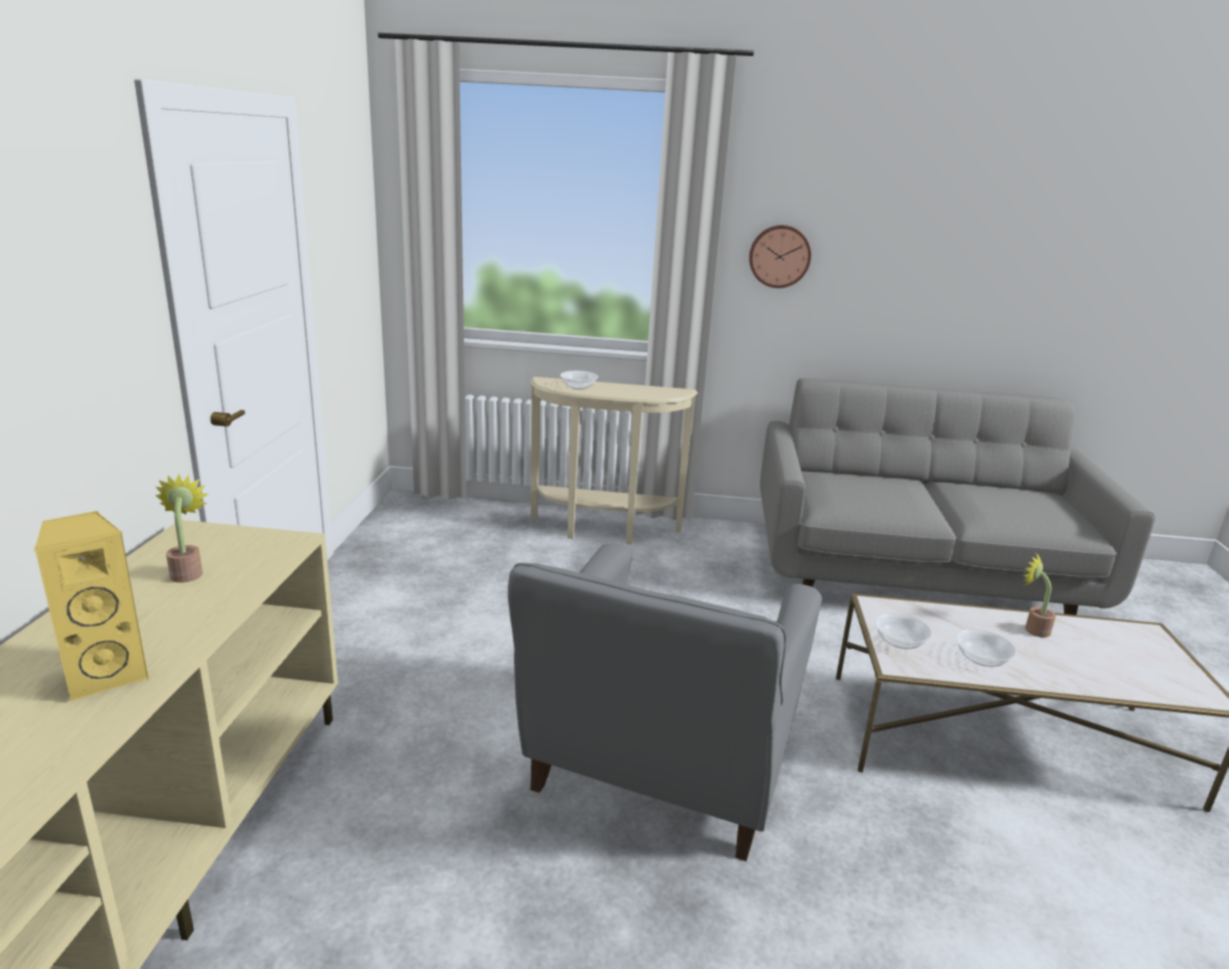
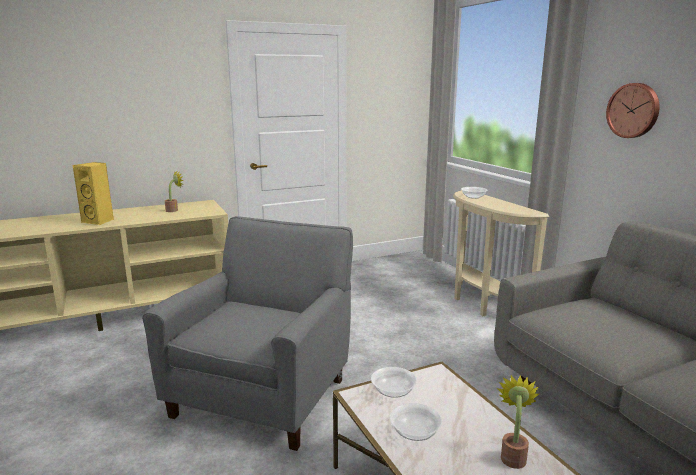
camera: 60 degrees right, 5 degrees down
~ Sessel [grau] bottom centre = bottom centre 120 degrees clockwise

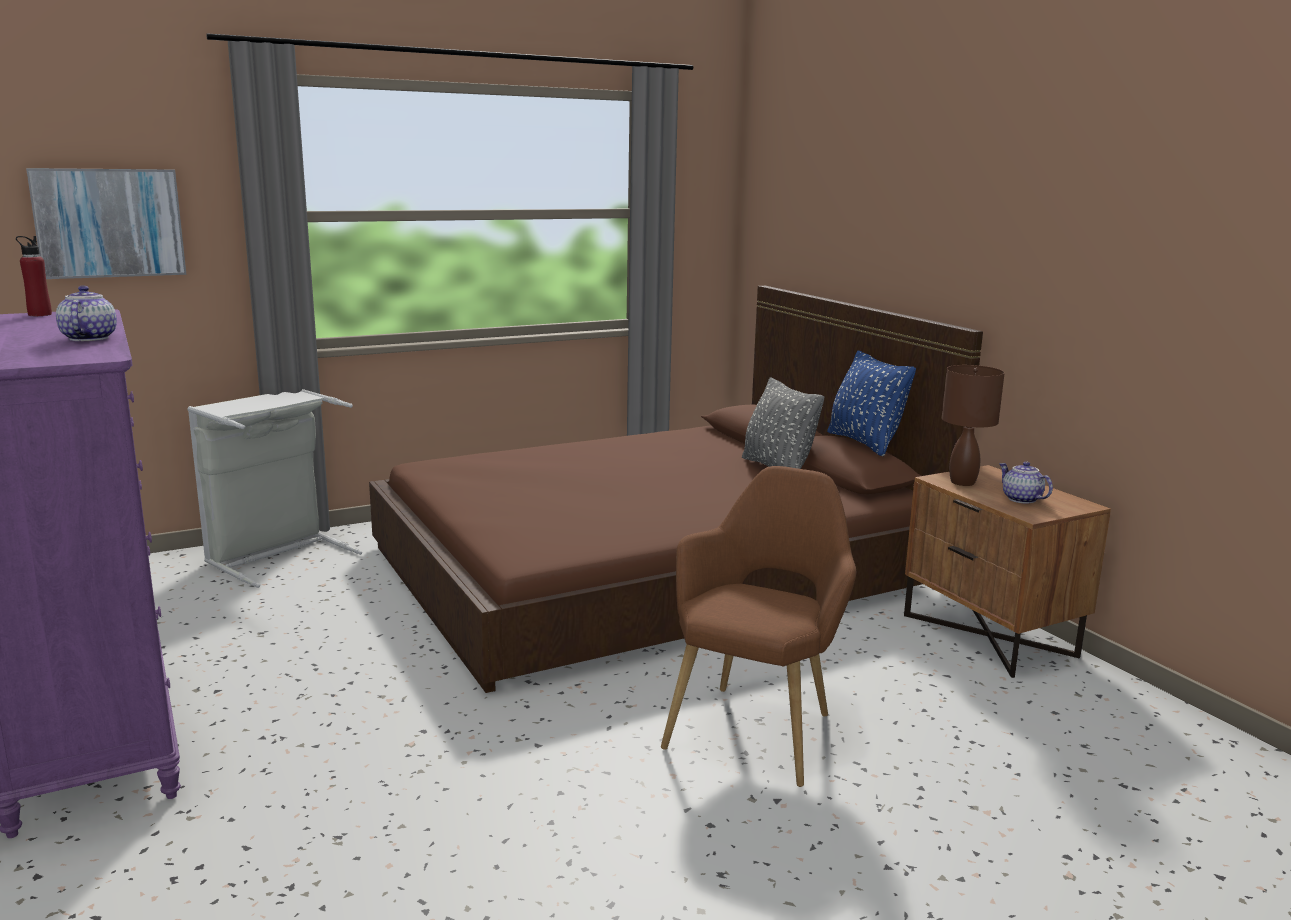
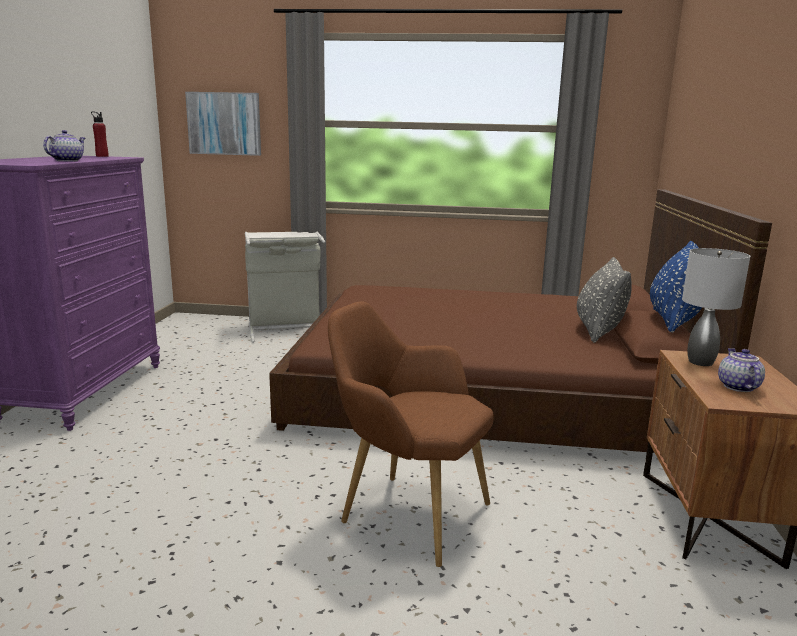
camera: 35 degrees right, 0 degrees up
~ Tischlampe [braun] middle right to Tischlampe [grau] middle right
~ Sessel [braun] bottom centre = bottom centre 120 degrees counterclockwise

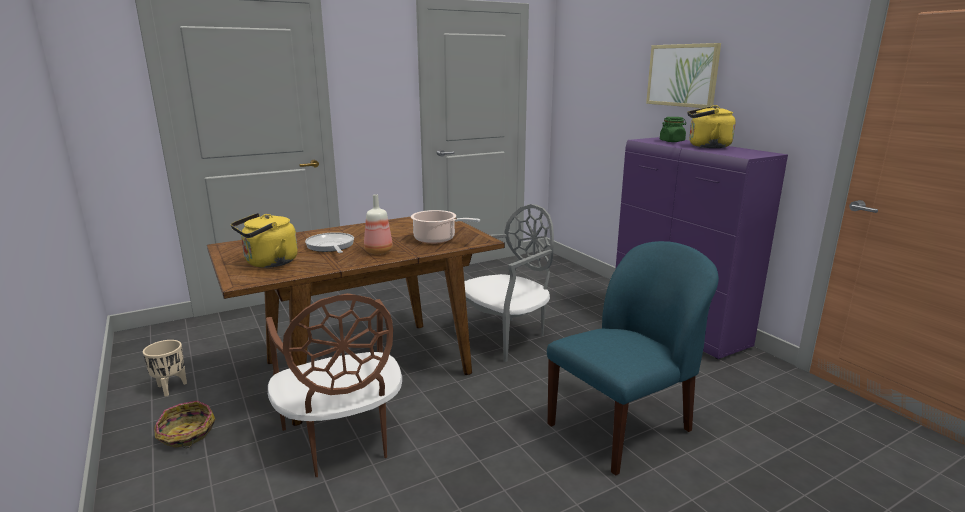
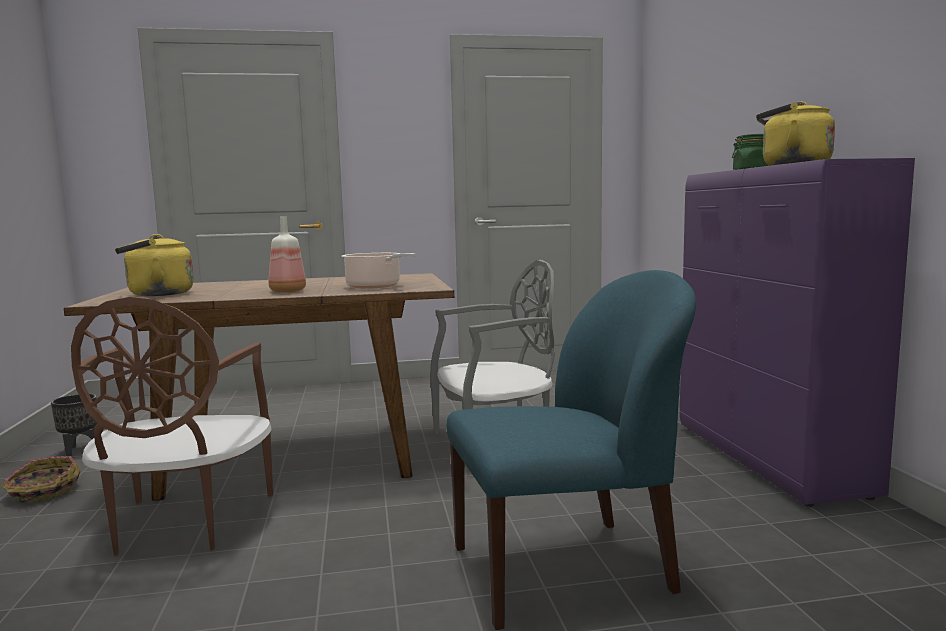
camera: 20 degrees right, 10 degrees down
- Bild top right
- Pfanne centre
~ Pflanzkübel [beige] bottom left to Pflanzkübel [schwarz] bottom left

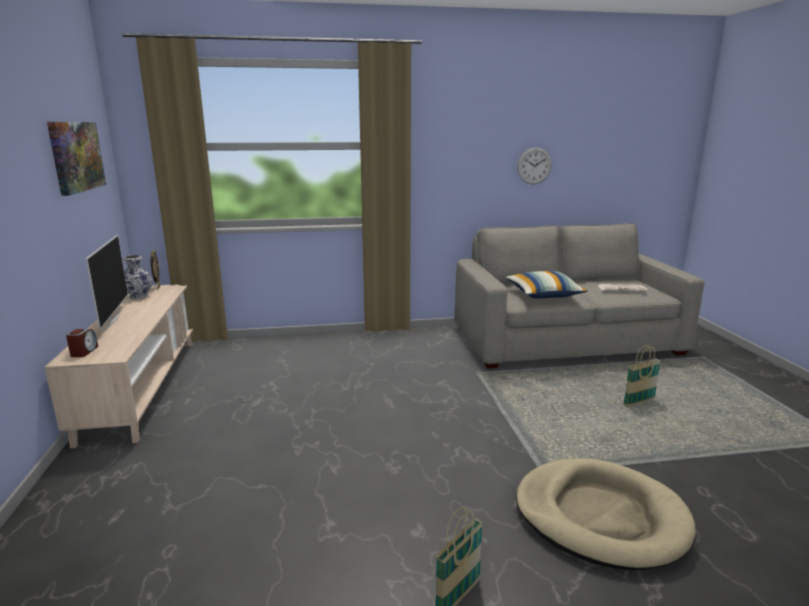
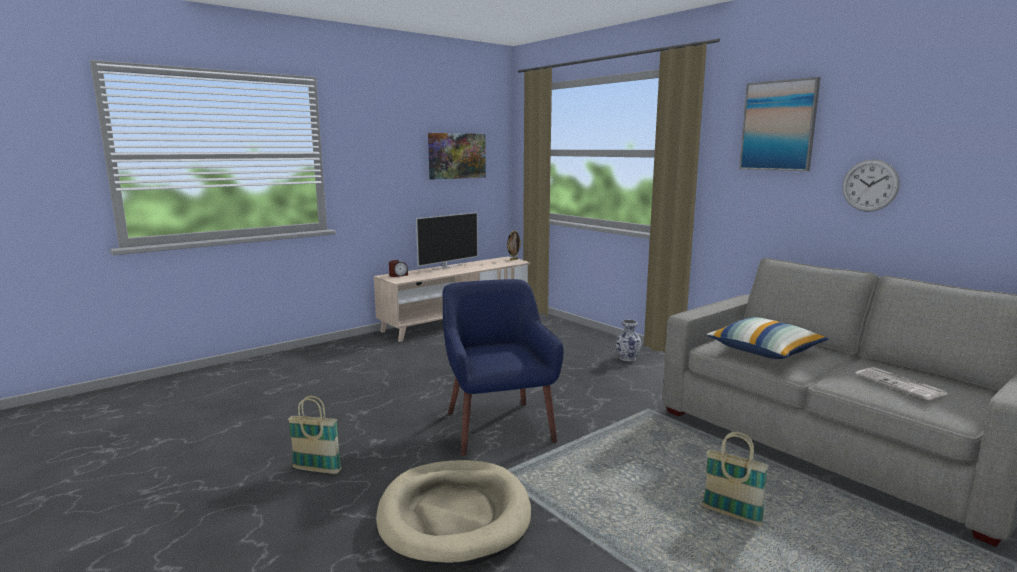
camera: 60 degrees right, 5 degrees down
~ Vase middle left to centre
+ Bild (no. 2 from left) top right
+ Sessel [blau] centre

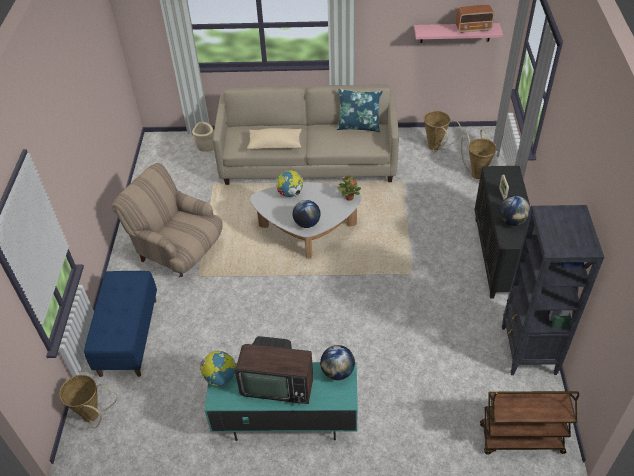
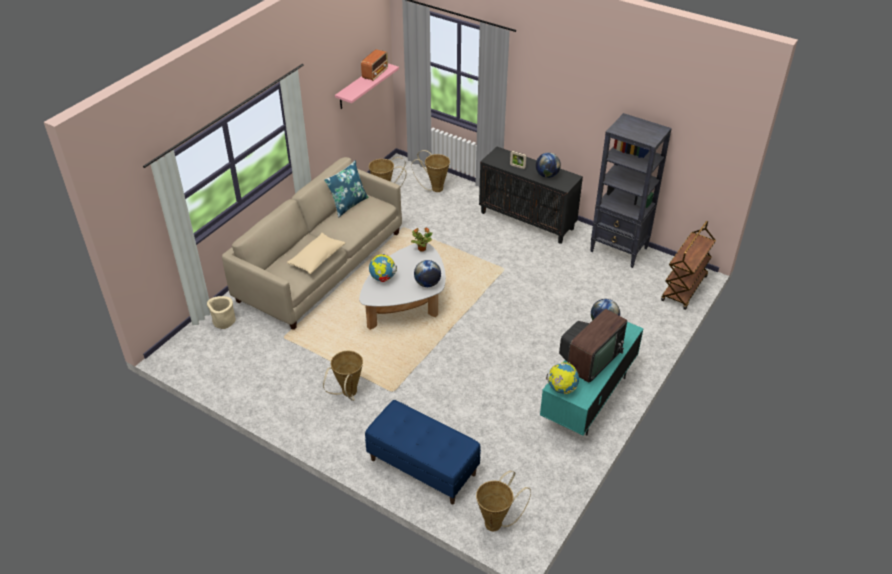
camera: 60 degrees left, 5 degrees down
~ Sessel [beige] middle left to Korb (no. 1 from left) centre

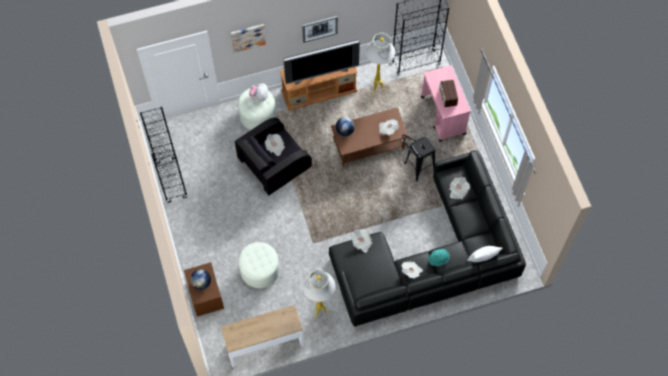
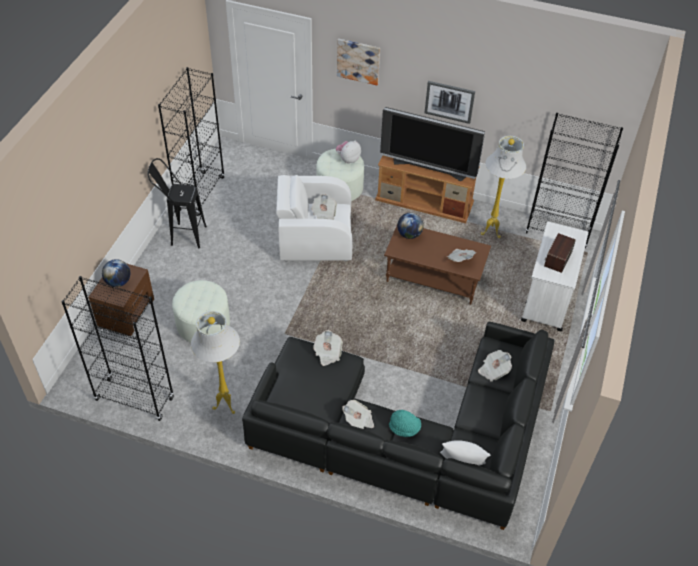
camera: 35 degrees right, 15 degrees down
~ Rollwagen [rosa] top right to Rollwagen [weiß] middle right
~ Sessel [schwarz] centre to Sessel [weiß] centre
~ Hocker [schwarz] centre to middle left
~ Konsolentisch bottom centre to Bücherregal [schwarz] (no. 1 from left) middle left

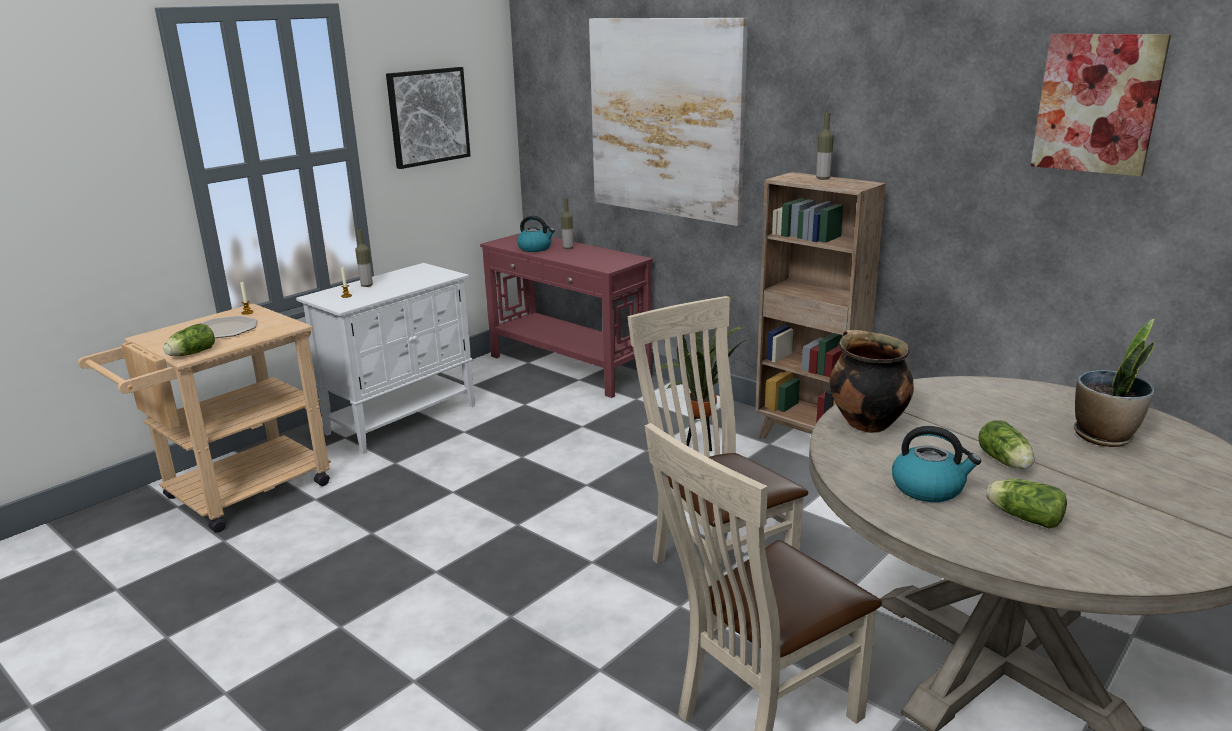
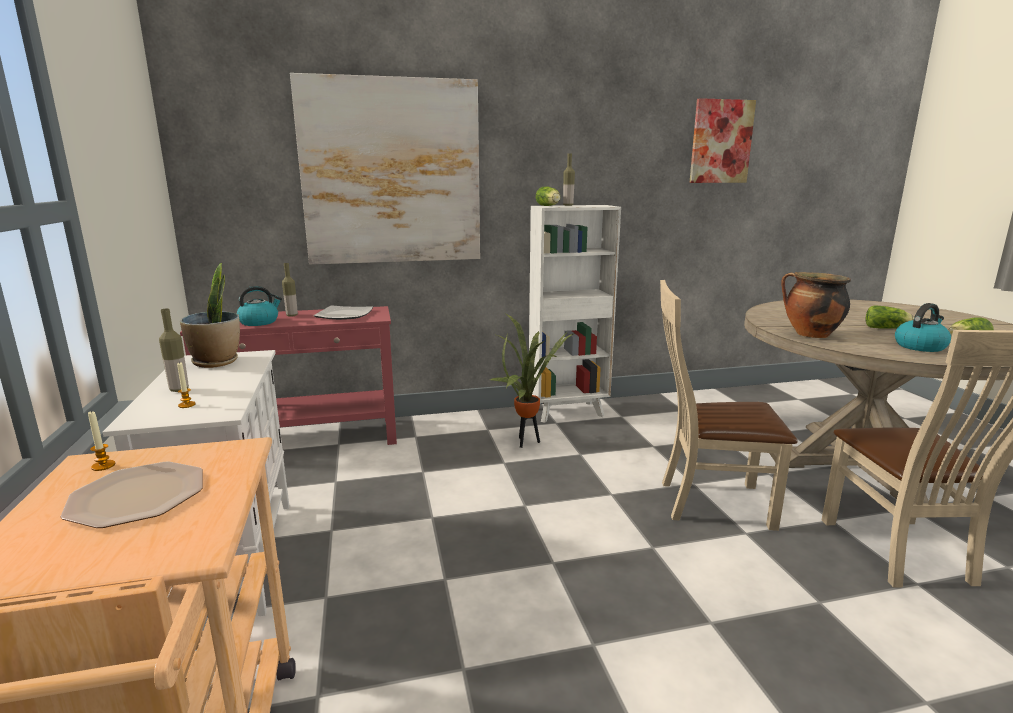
camera: 55 degrees left, 5 degrees down
- Bild (no. 1 from left) top centre
~ Bücherregal [braun] centre to Bücherregal [weiß] centre
~ Topfpflanze (no. 2 from left in the first image) middle right to Topfpflanze (no. 1 from left) middle left
~ Salatkopf (no. 1 from left) middle left to top centre
+ Teller (no. 2 from left) centre

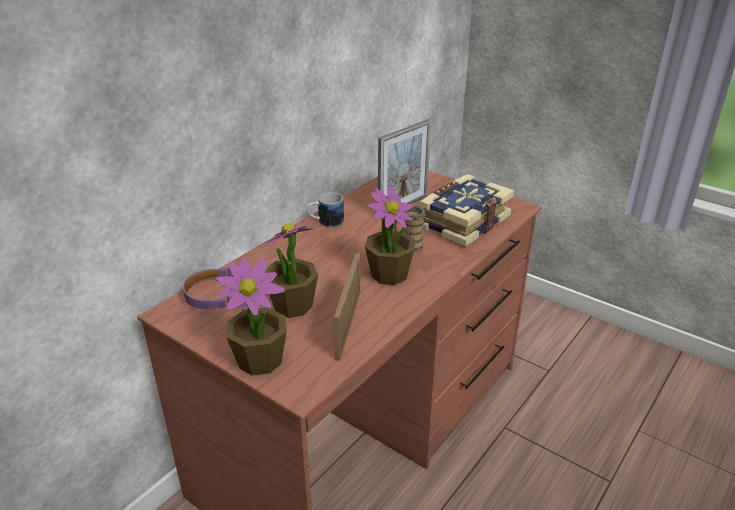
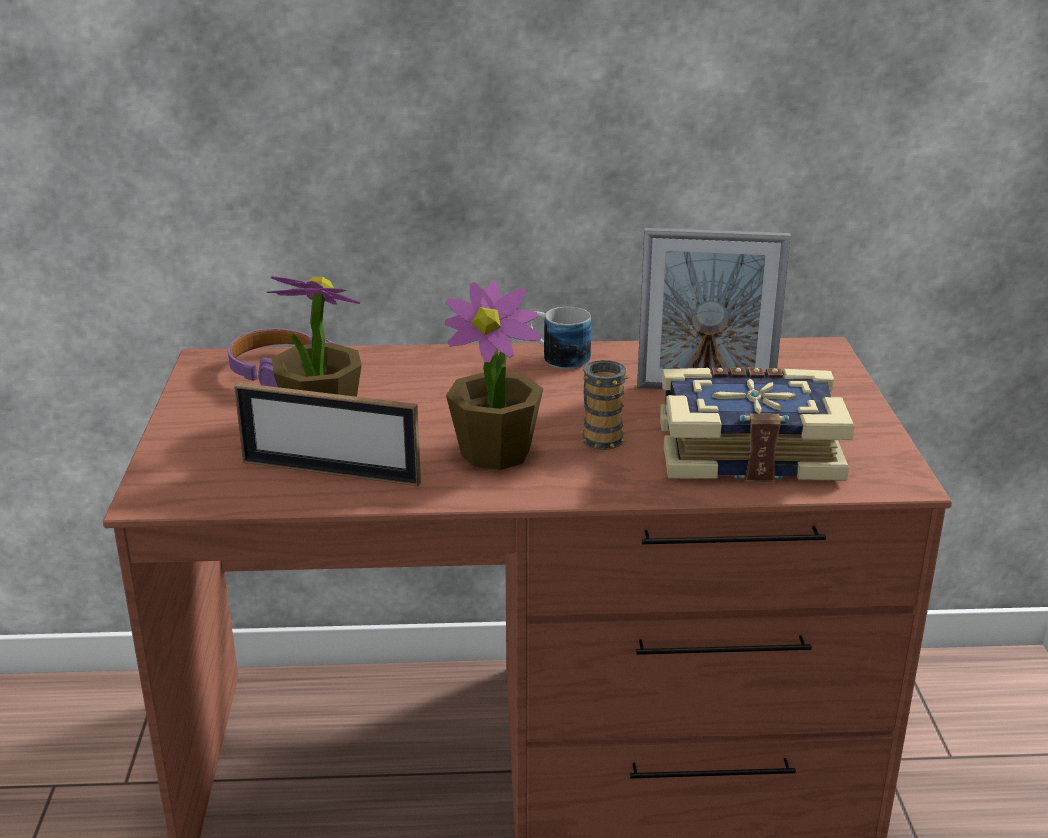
camera: 50 degrees right, 5 degrees down
~ Bilderrahmen (no. 1 from left) centre = middle left 135 degrees counterclockwise
- Topfpflanze (no. 1 from left) centre

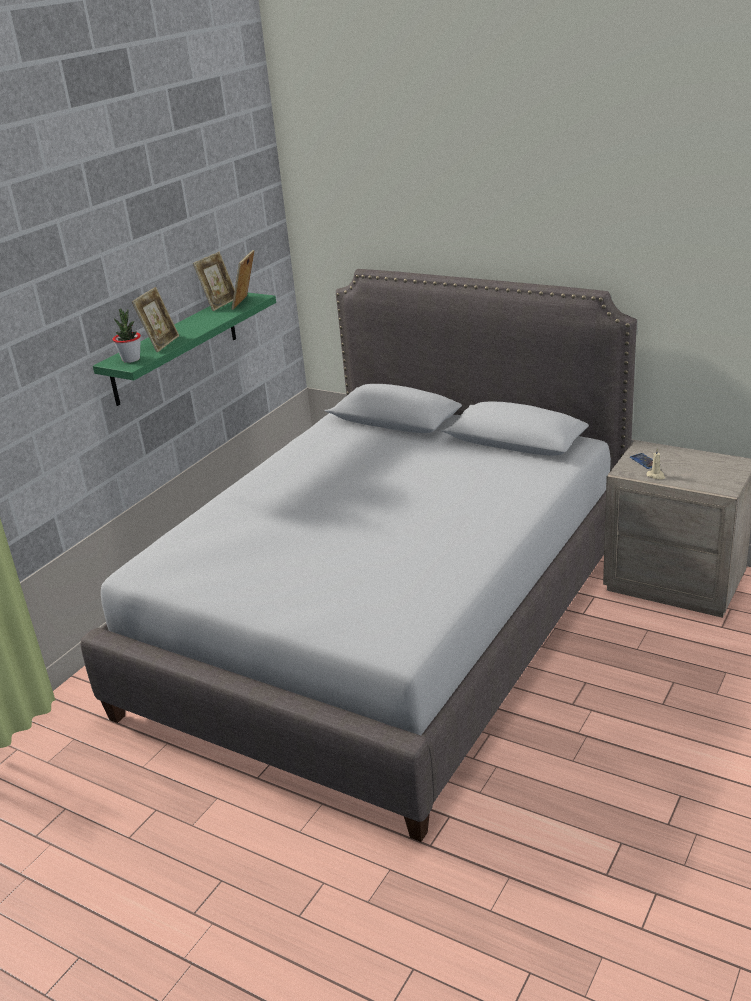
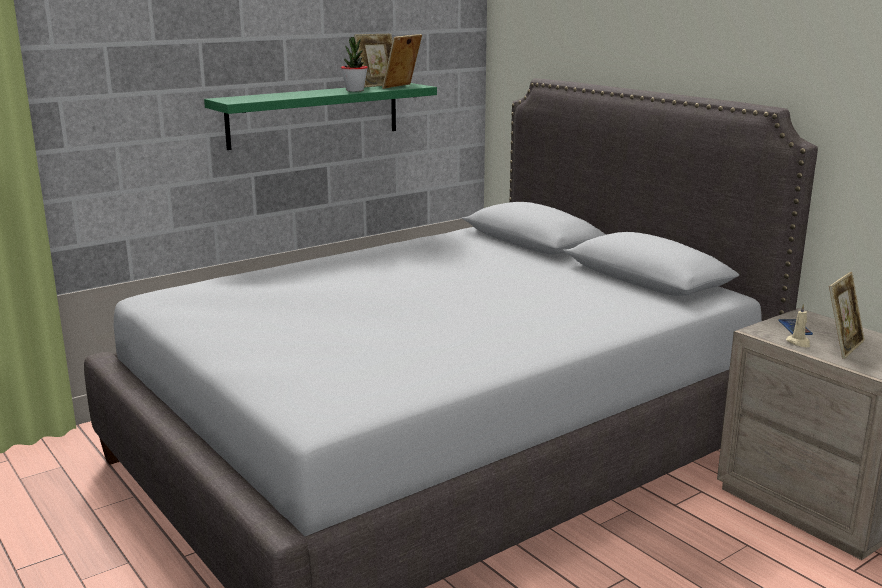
camera: 20 degrees right, 10 degrees down
~ Bilderrahmen (no. 1 from left in the first image) top left to Bilderrahmen (no. 3 from left) middle right
~ Topfpflanze middle left to top centre

